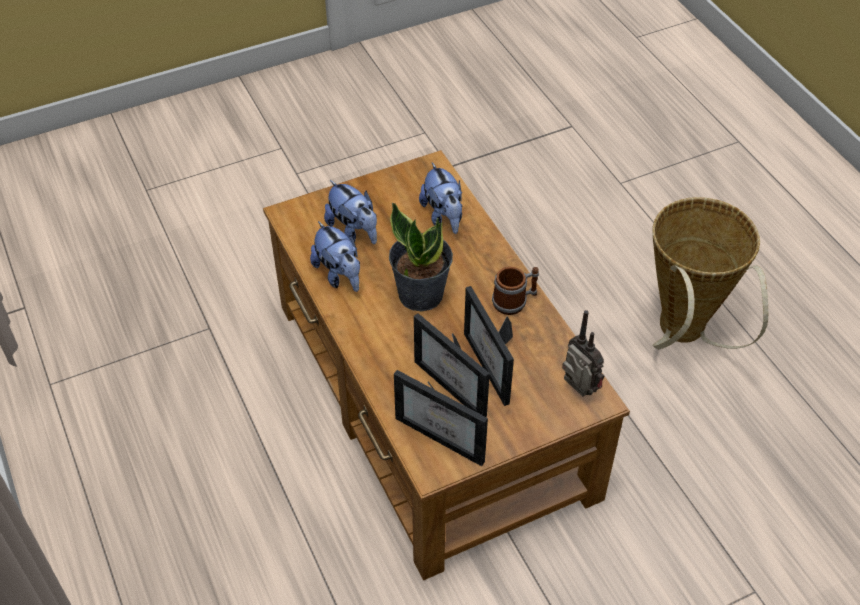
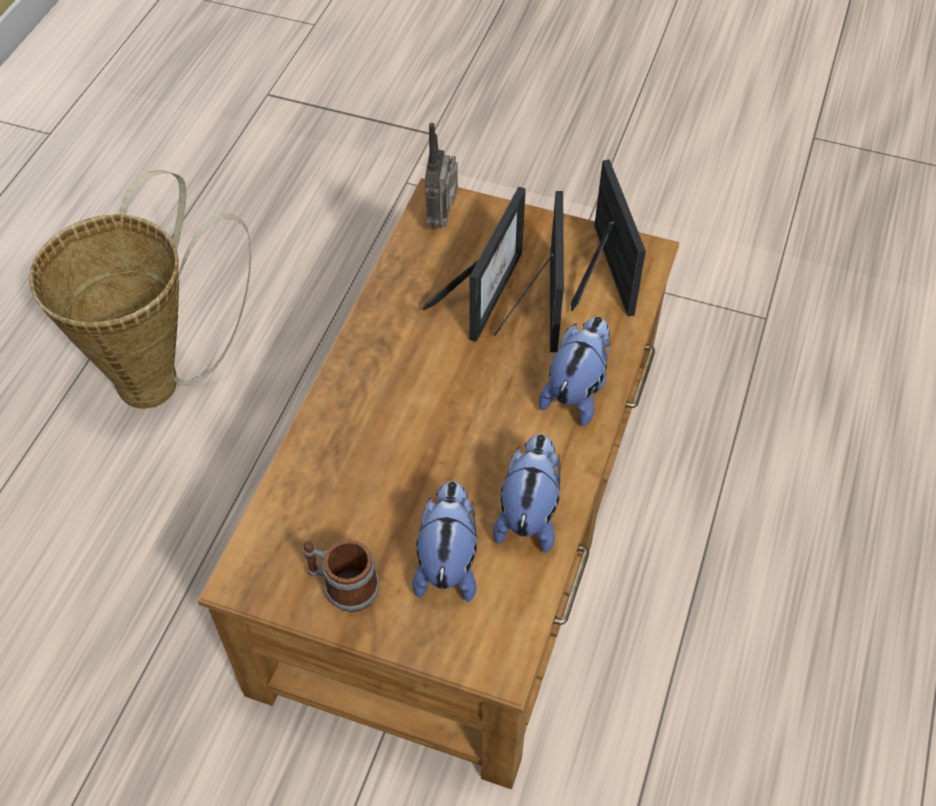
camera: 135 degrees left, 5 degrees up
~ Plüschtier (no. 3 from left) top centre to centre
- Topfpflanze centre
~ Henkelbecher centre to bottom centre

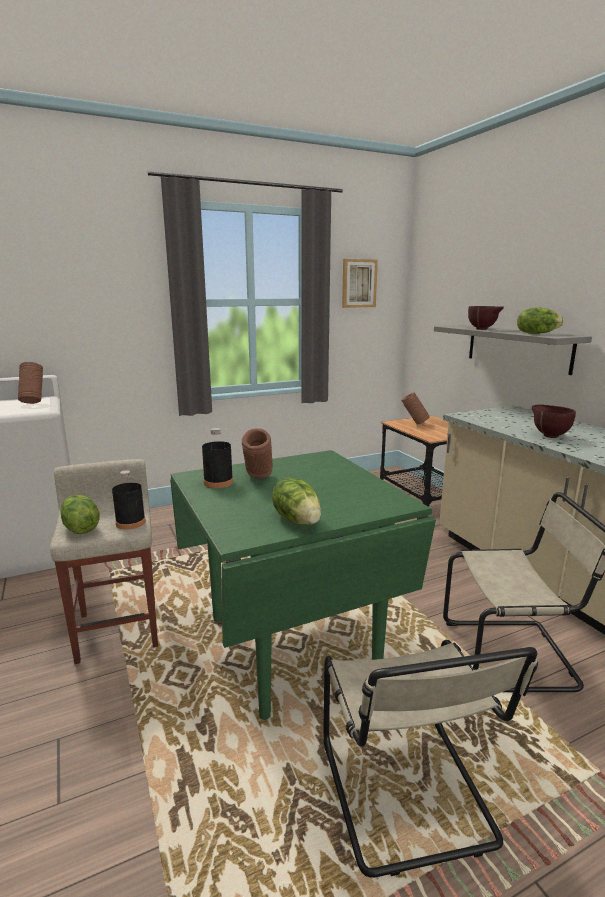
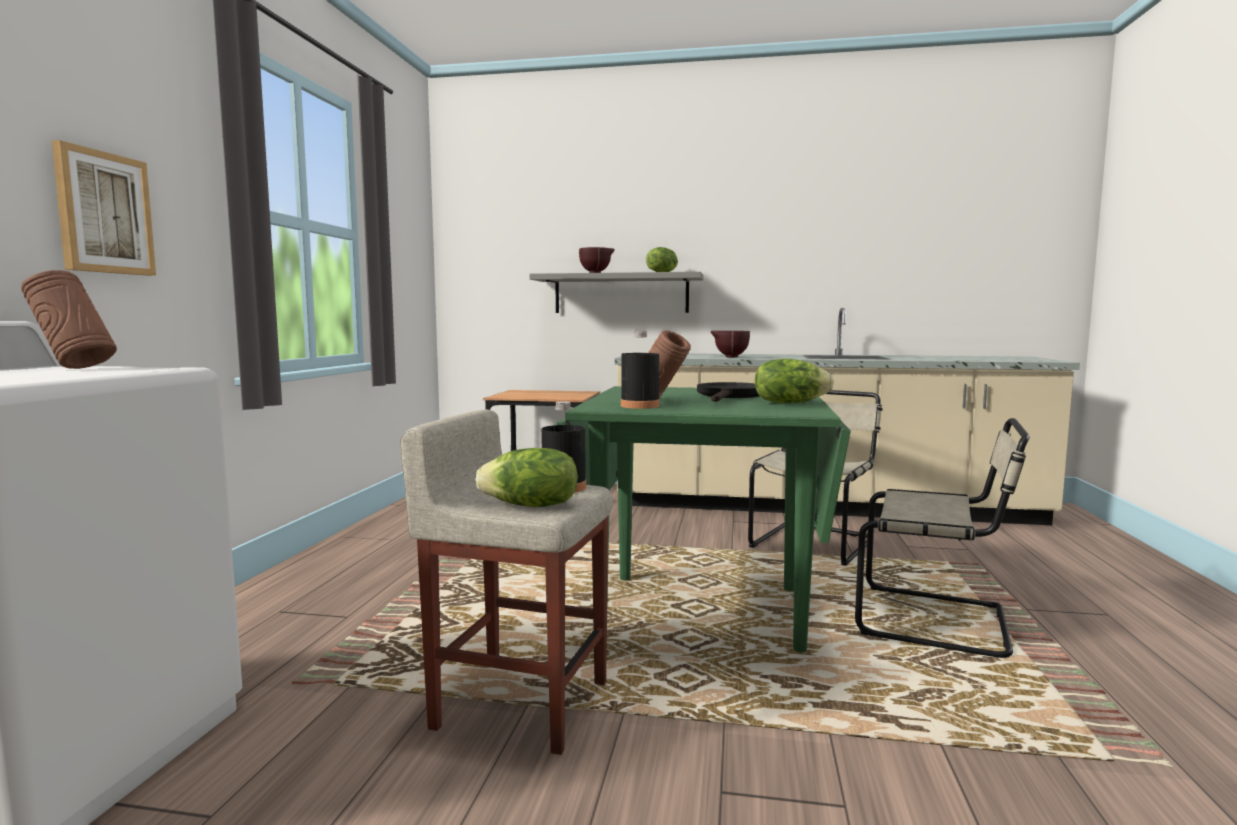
camera: 55 degrees left, 10 degrees down
~ Bild top centre to top left
- Vase [braun] (no. 3 from left) middle right
+ Pfanne [schwarz] centre

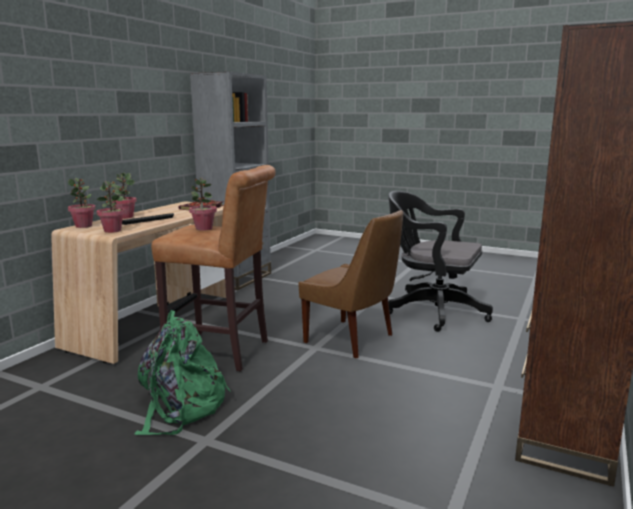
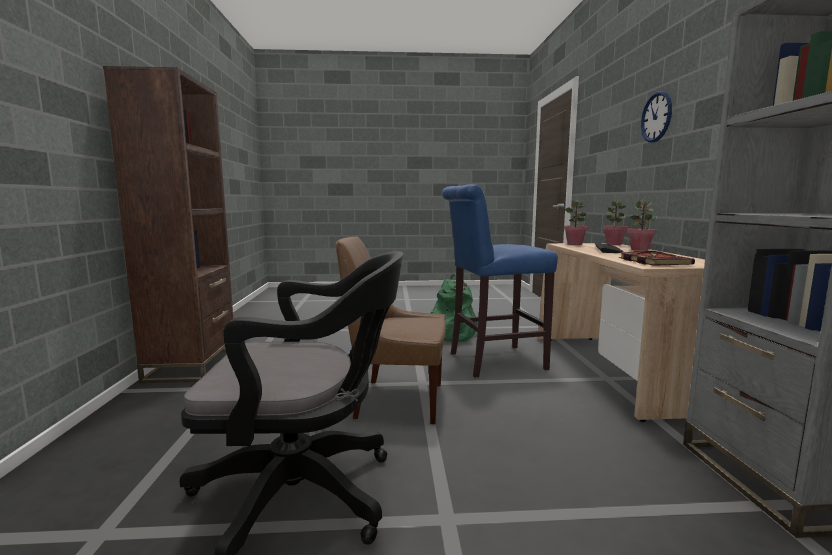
camera: 150 degrees right, 5 degrees down
~ Hocker [braun] centre to Hocker [blau] centre
- Topfpflanze (no. 4 from left) middle left
+ Wanduhr top right

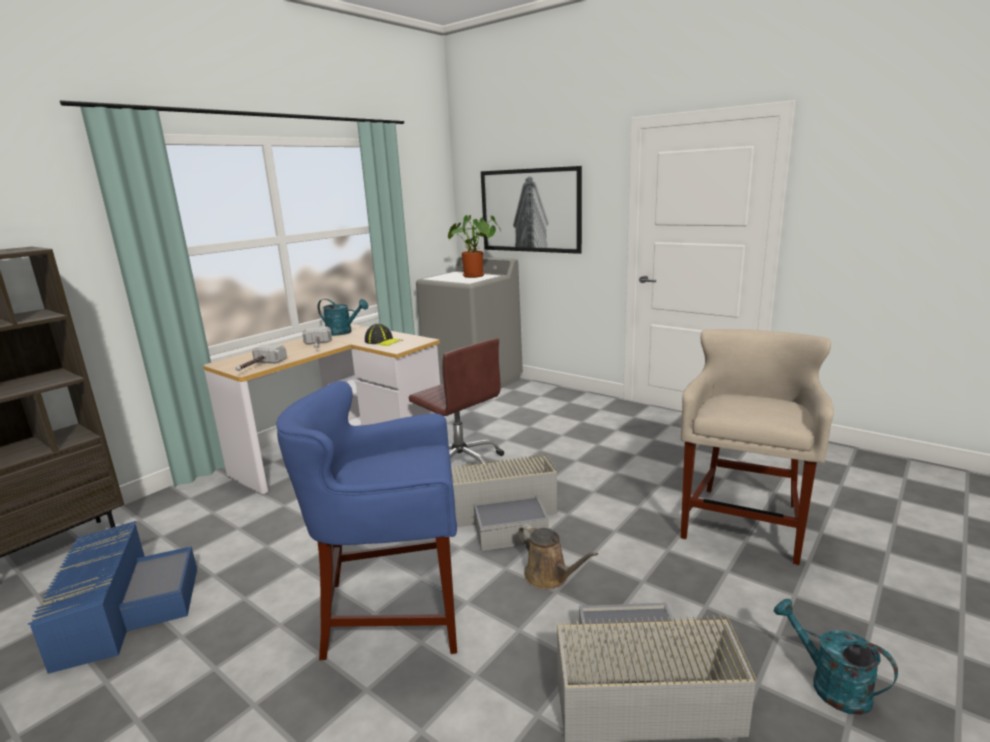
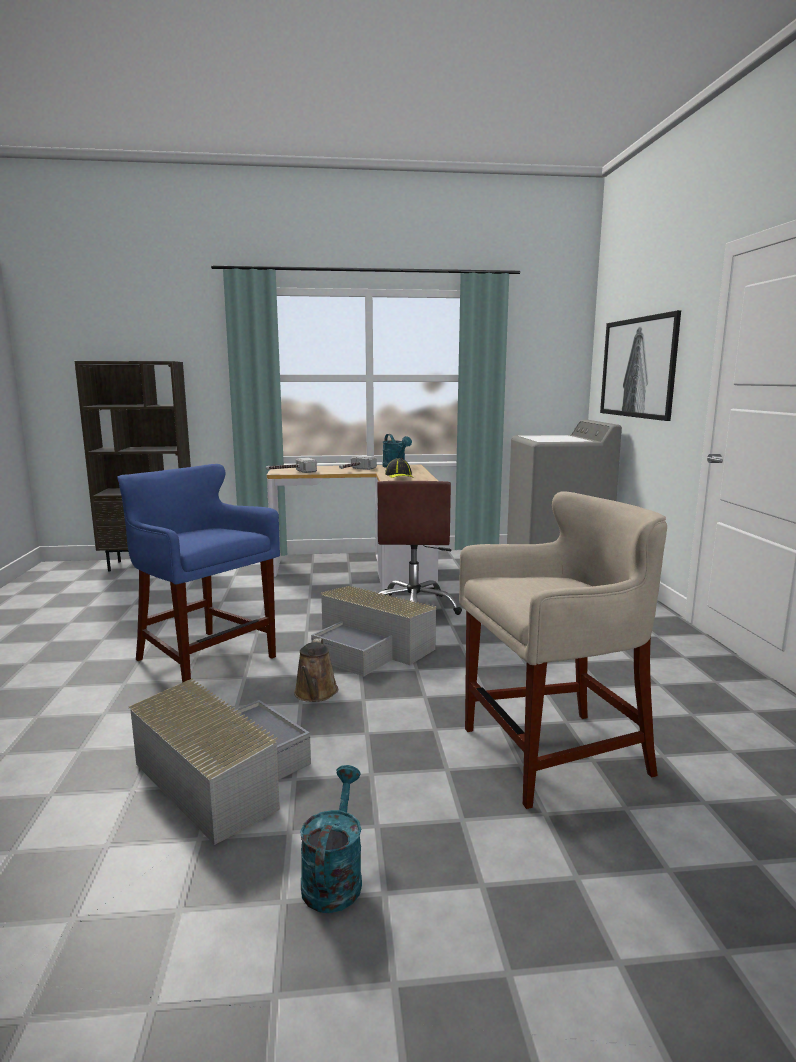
camera: 45 degrees right, 5 degrees down
- Topfpflanze top centre
- Aufbewahrungsbox [blau] bottom left

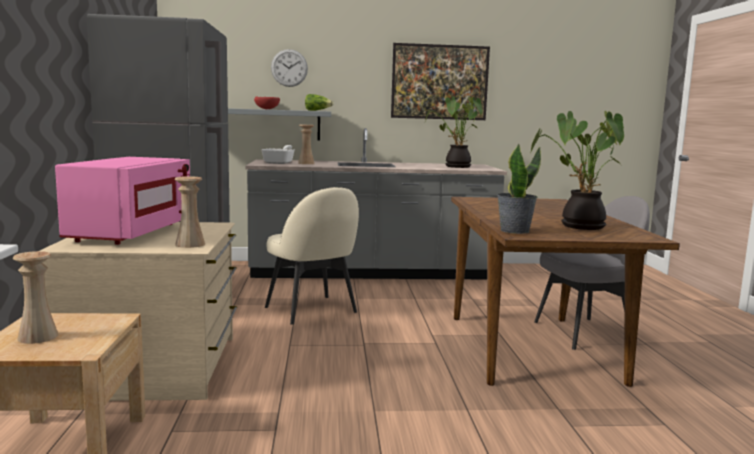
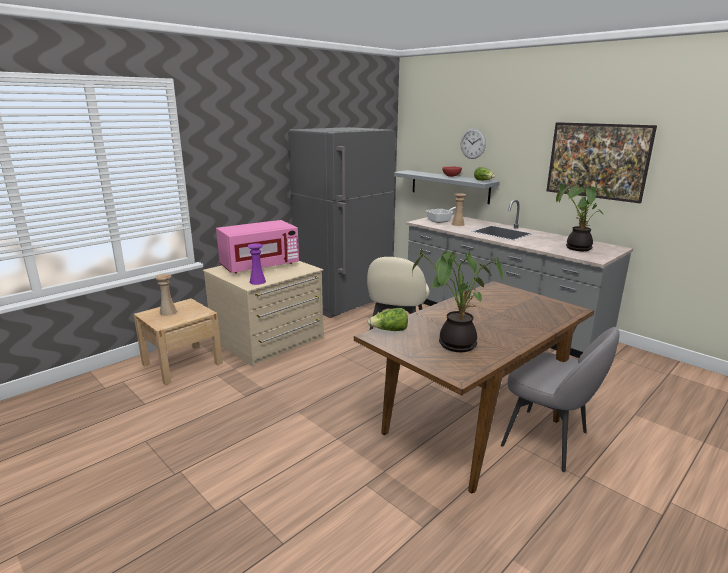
camera: 50 degrees right, 10 degrees up
~ Topfpflanze (no. 2 from left) middle right to Salatkopf (no. 1 from left) centre
~ Vase [beige] (no. 2 from left) middle left to Vase [lila] centre

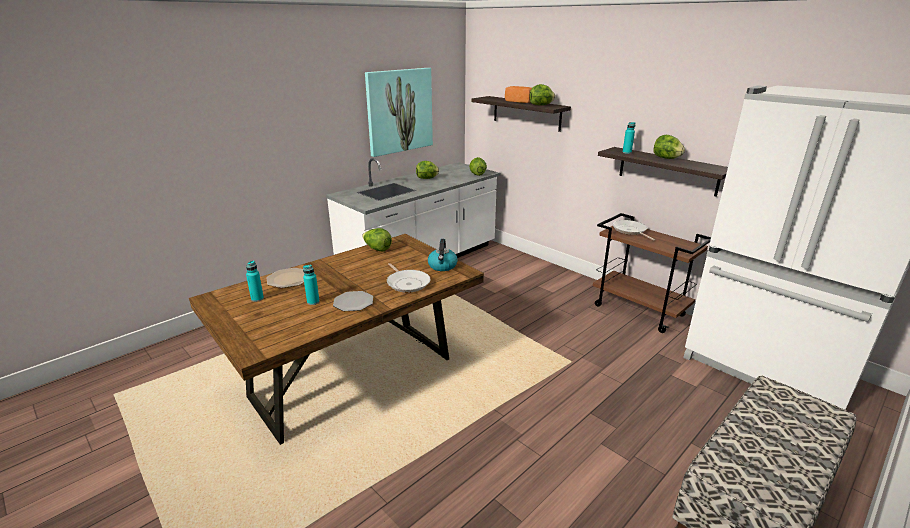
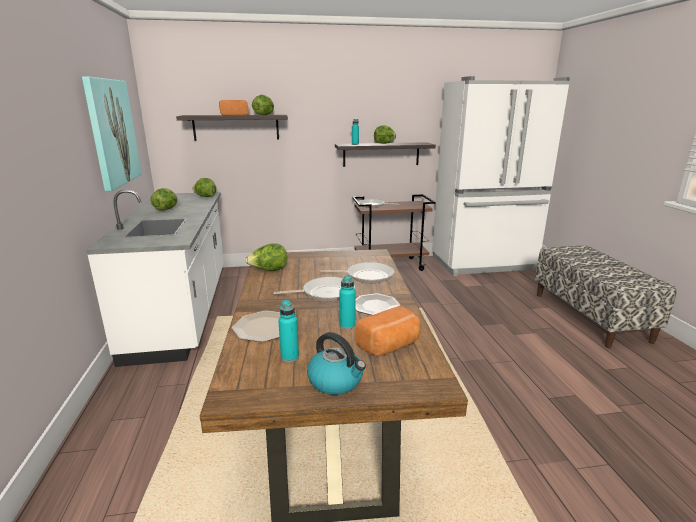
camera: 55 degrees left, 5 degrees down
~ Wasserkessel centre to bottom centre
+ Pfanne (no. 1 from left) centre
+ Brot (no. 2 from left) centre

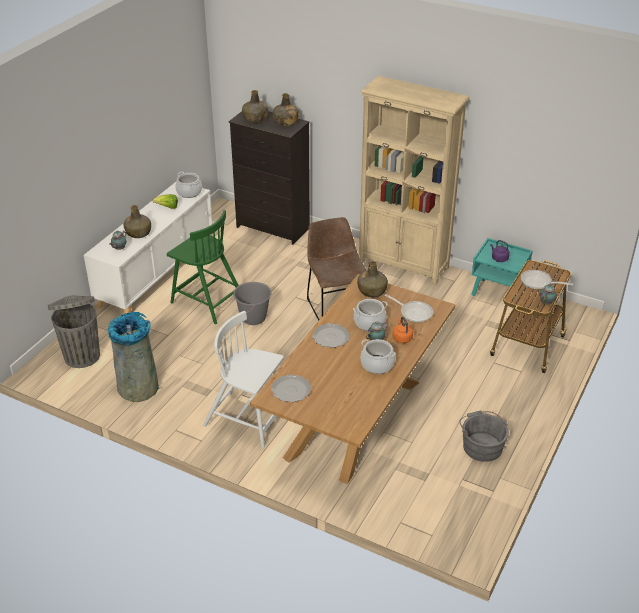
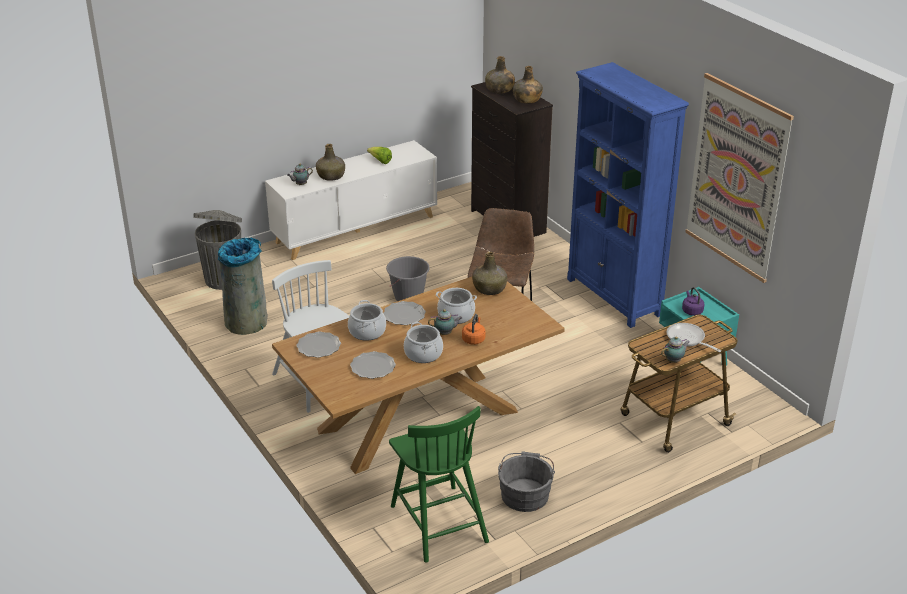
camera: 30 degrees right, 5 degrees down
~ Bücherregal [beige] top centre to Bücherregal [blau] top right
~ Kochtopf (no. 1 from left) top left to centre
~ Stuhl [grün] middle left to bottom centre
- Pfanne (no. 1 from left) centre
+ Bild top right
+ Teller (no. 2 from left) centre

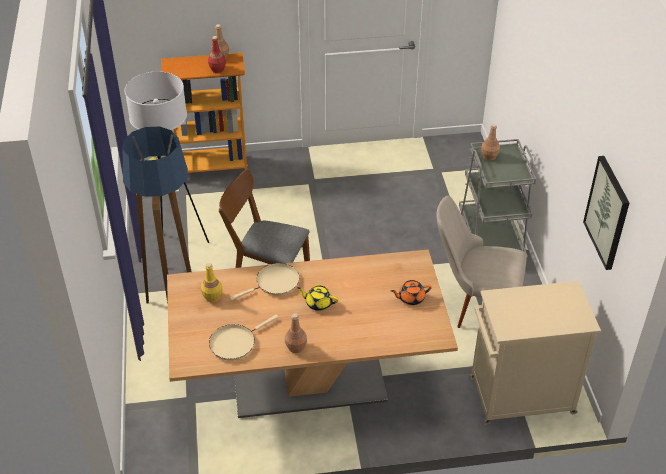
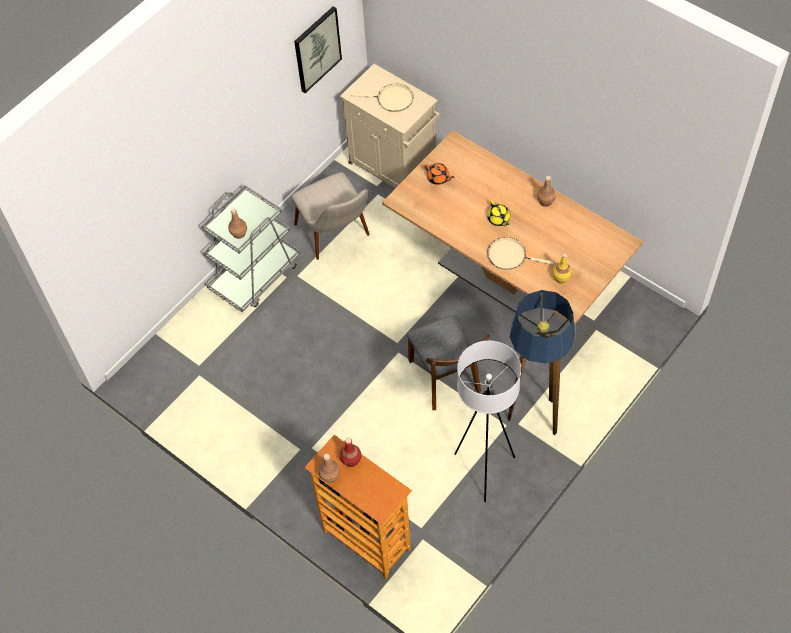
camera: 130 degrees left, 15 degrees up
~ Pfanne [beige] (no. 1 from left) bottom centre to top centre

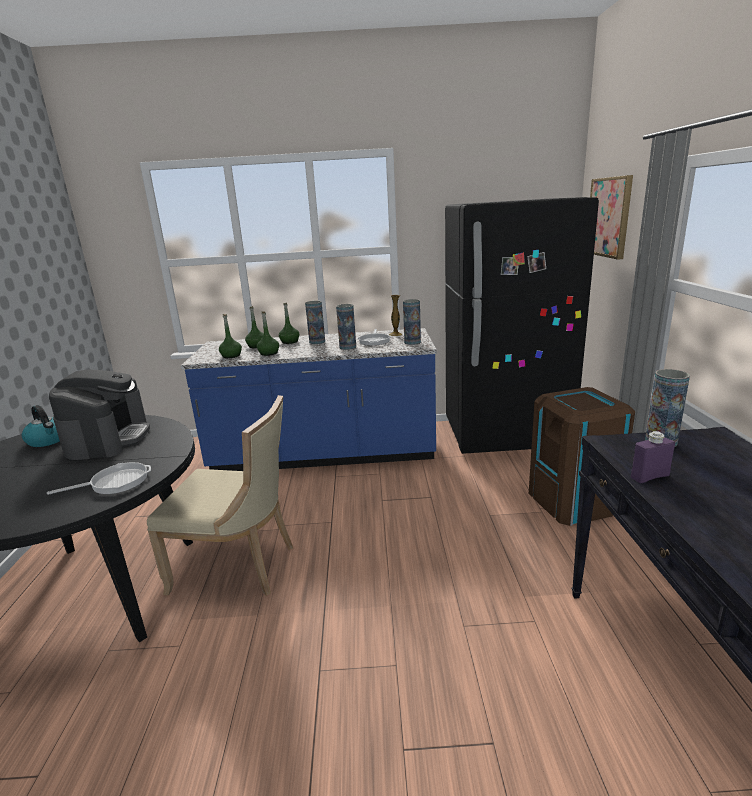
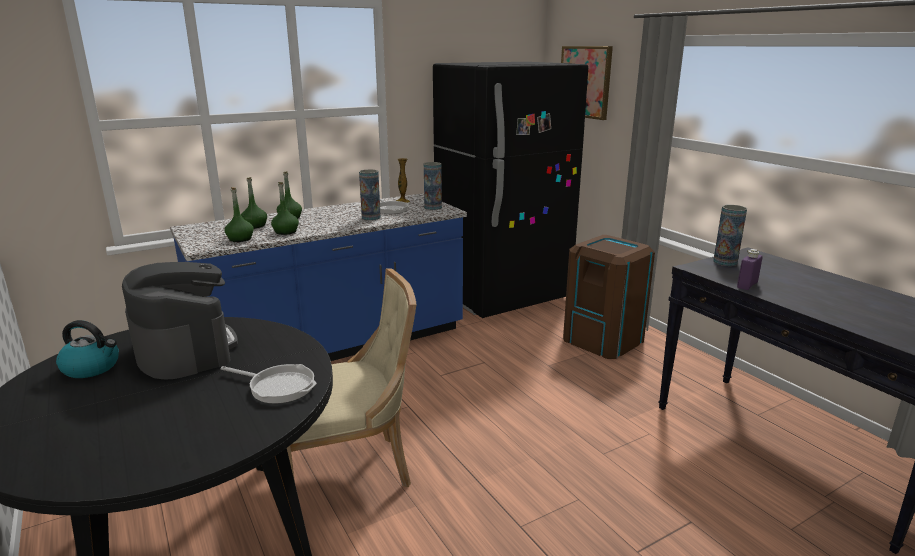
camera: 30 degrees left, 0 degrees up
- Vase (no. 1 from left) centre
~ Pfanne (no. 1 from left) middle left = bottom left 75 degrees clockwise

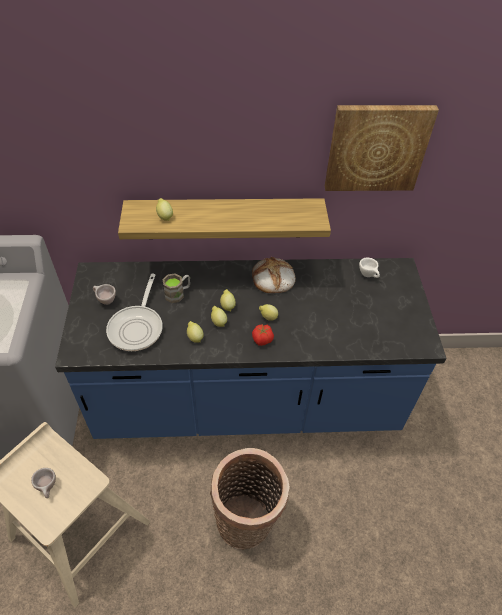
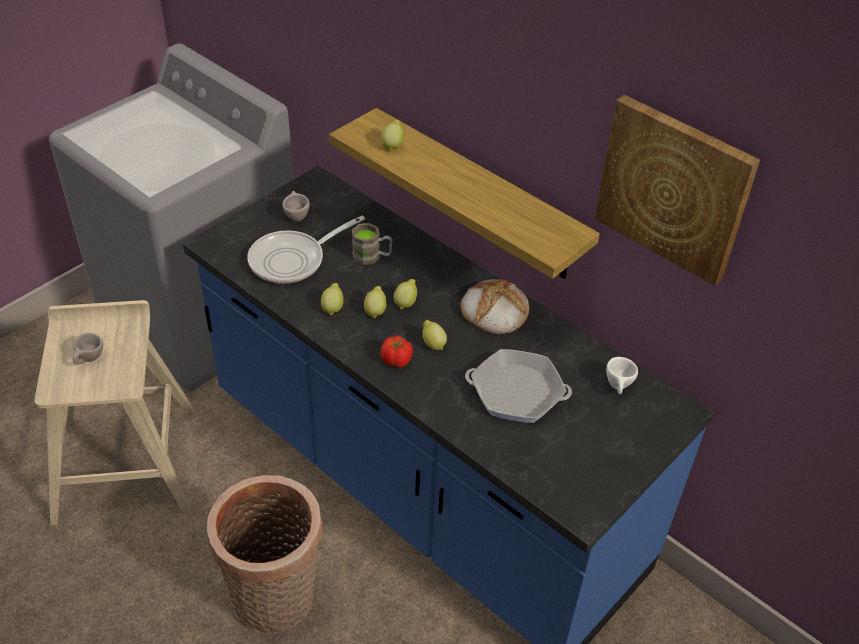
camera: 45 degrees right, 5 degrees down
+ Pfanne (no. 2 from left) centre

